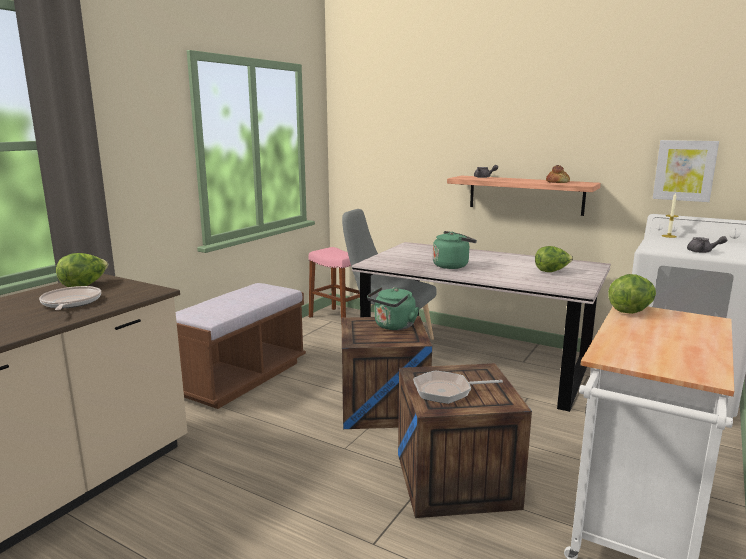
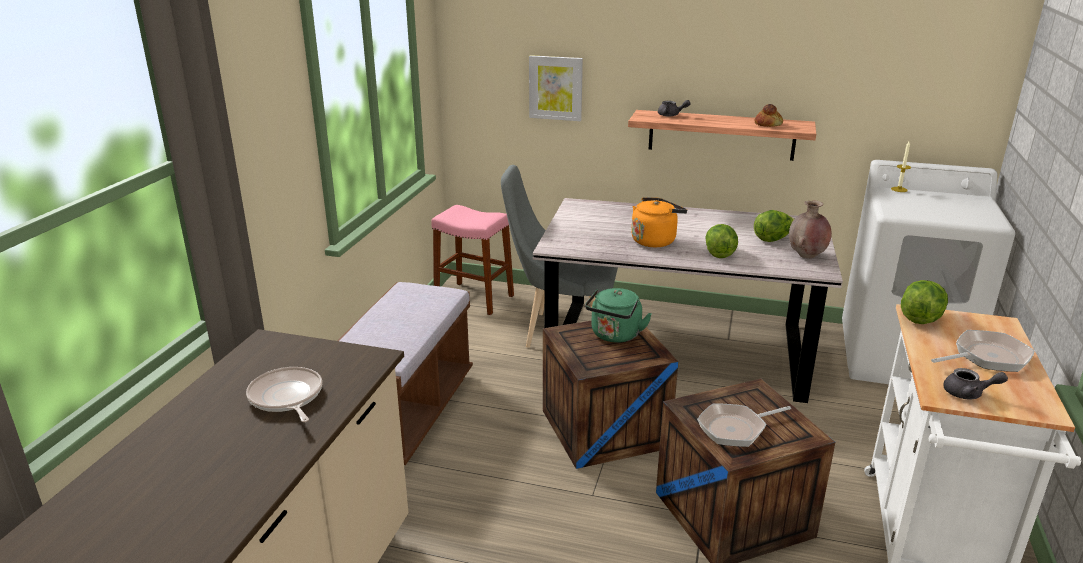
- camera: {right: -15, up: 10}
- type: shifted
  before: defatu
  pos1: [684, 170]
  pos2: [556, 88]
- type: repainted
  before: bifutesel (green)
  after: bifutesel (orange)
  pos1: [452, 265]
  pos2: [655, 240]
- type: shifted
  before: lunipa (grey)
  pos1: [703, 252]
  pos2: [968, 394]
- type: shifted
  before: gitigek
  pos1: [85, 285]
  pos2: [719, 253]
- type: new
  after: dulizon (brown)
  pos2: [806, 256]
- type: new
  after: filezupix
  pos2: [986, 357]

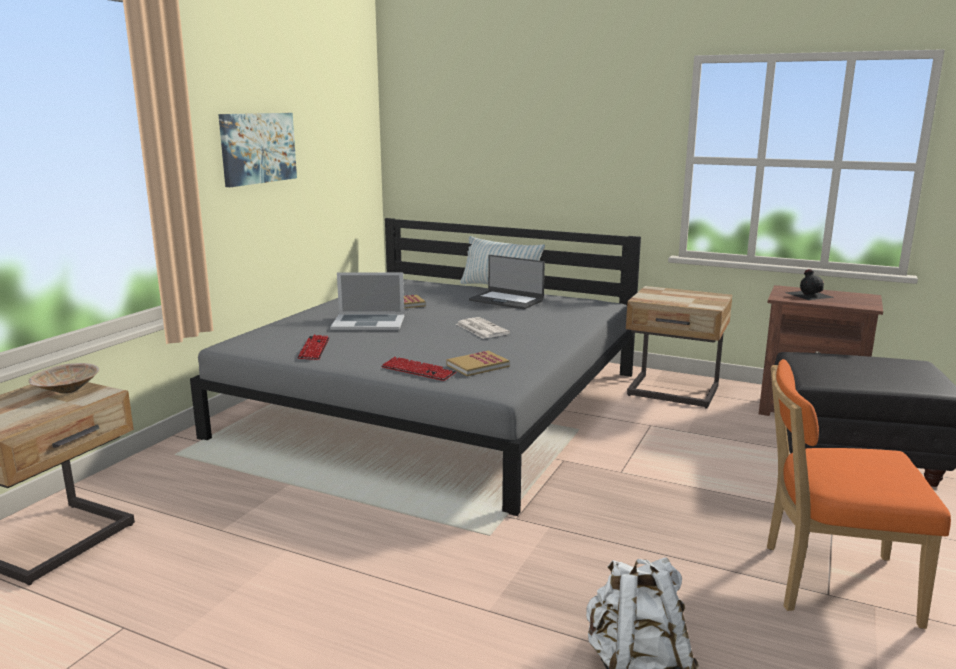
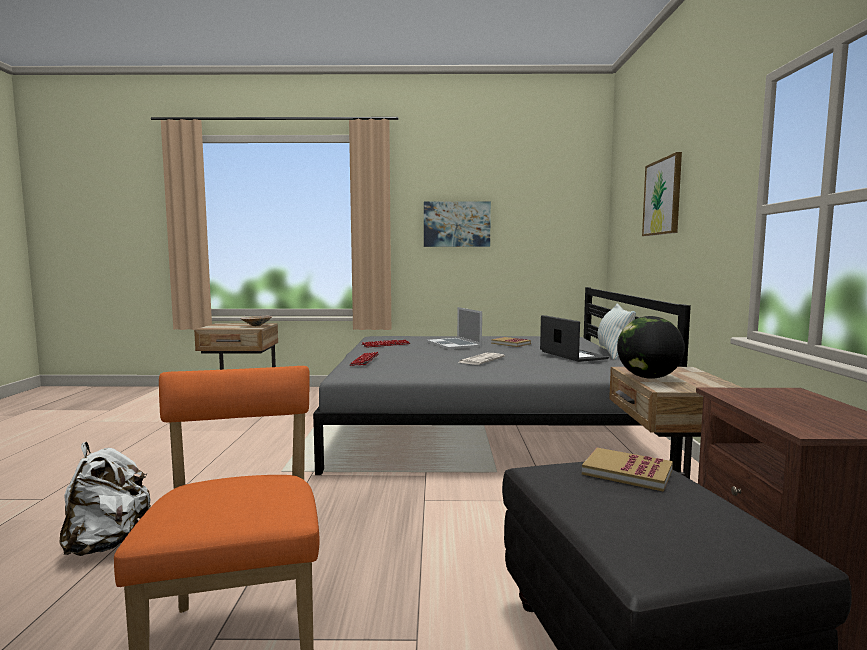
- camera: {right: 65, up: -10}
- type: rotated
  before: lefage
  pos1: [506, 300]
  pos2: [572, 355]
  turn: 150
- type: gone
  before: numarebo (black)
  pos1: [809, 294]
- type: shifted
  before: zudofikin
  pos1: [477, 366]
  pos2: [627, 472]
- type: new
  after: defatu
  pos2: [662, 197]
- type: new
  after: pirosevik
  pos2: [648, 377]

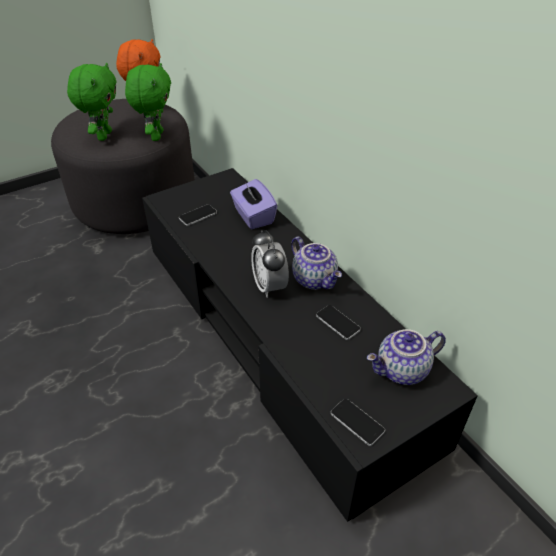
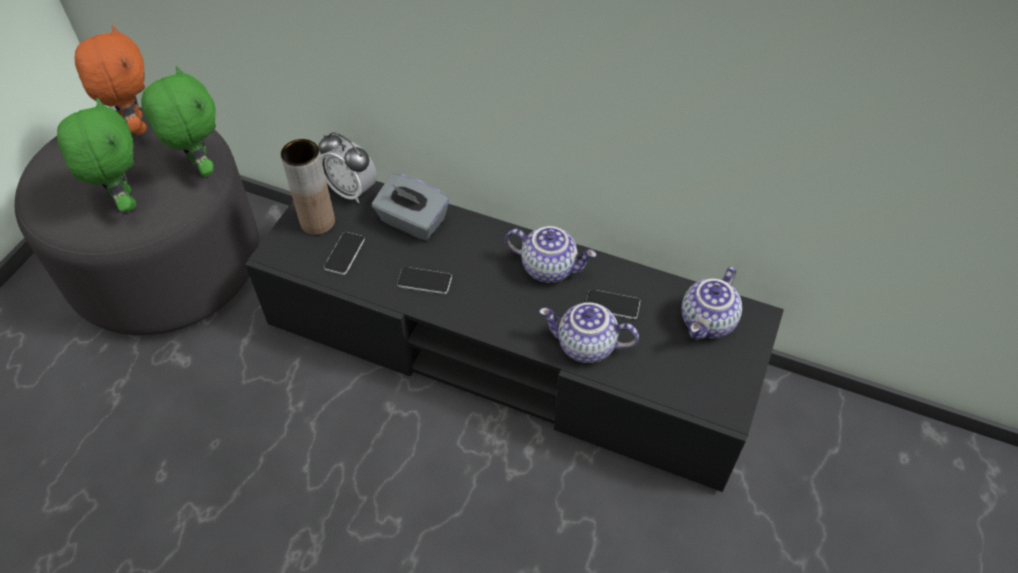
- camera: {right: -35, up: 10}
- type: repainted
  before: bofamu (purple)
  after: bofamu (grey)
  pos1: [253, 216]
  pos2: [412, 222]
- type: shifted
  before: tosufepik
  pos1: [269, 286]
  pos2: [352, 191]
- type: shifted
  before: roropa
  pos1: [357, 422]
  pos2: [424, 281]
- type: new
  after: dulizon (brown)
  pos2: [317, 222]
- type: new
  after: lunipa
  pos2: [585, 346]

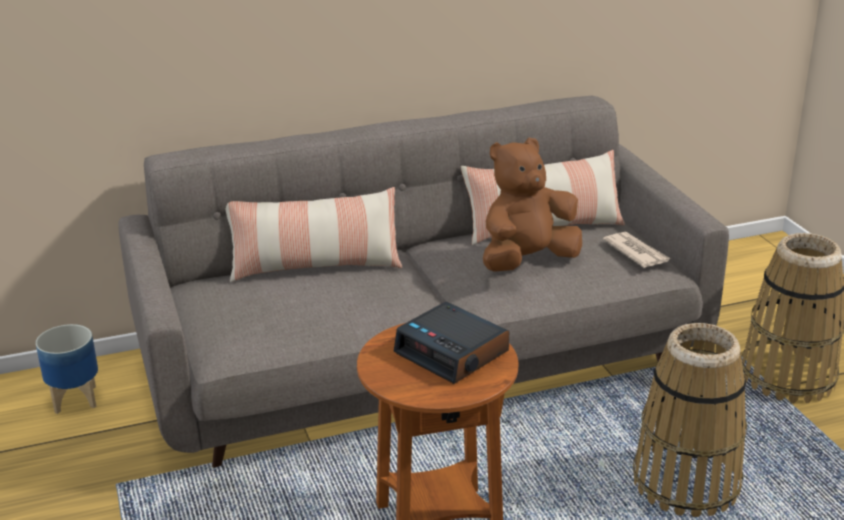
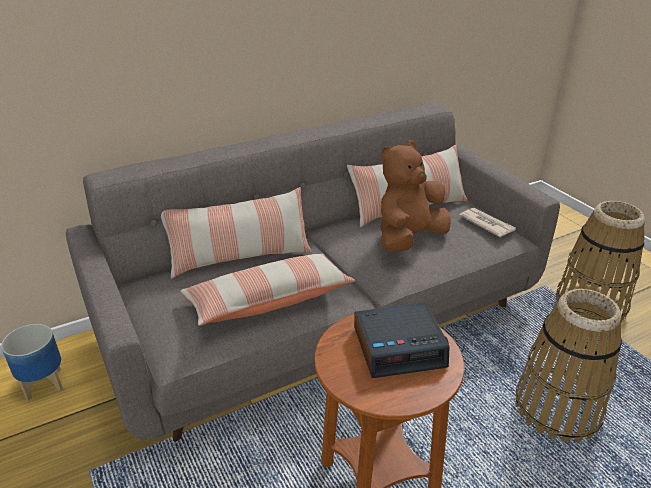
- camera: {right: -10, up: 5}
- type: rotated
  before: tosufepik
  pos1: [453, 353]
  pos2: [399, 346]
  turn: -45
- type: new
  after: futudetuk
  pos2: [268, 301]

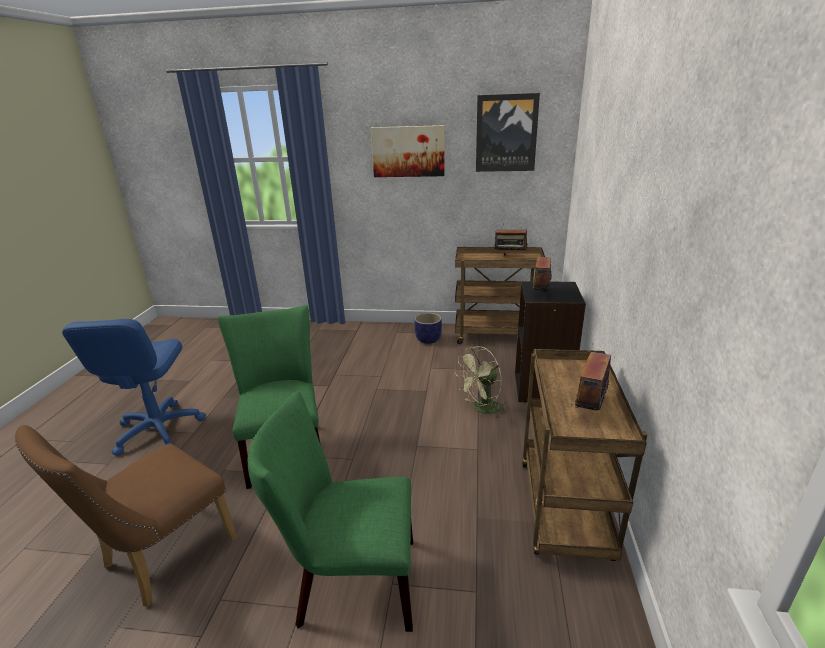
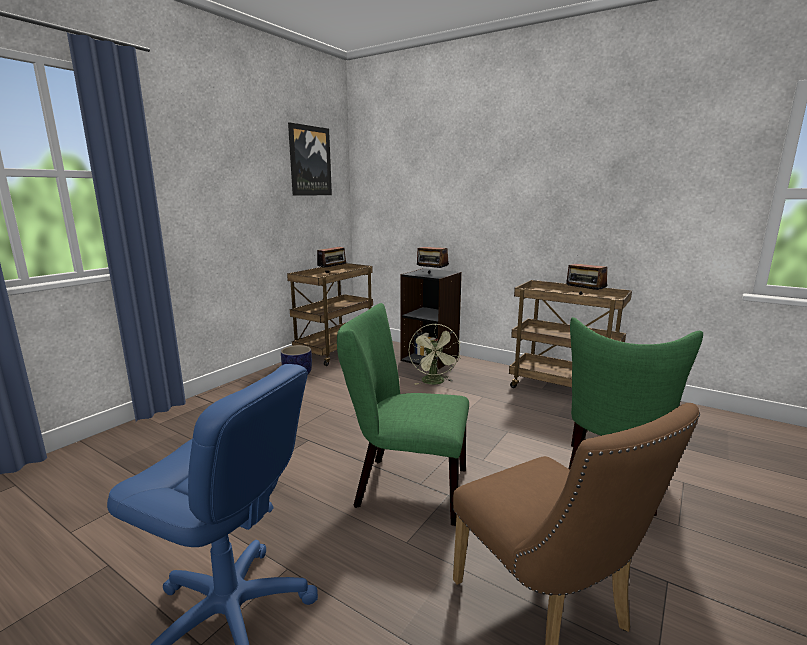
- camera: {right: -65, up: -10}
- type: gone
  before: defatu
  pos1: [408, 151]

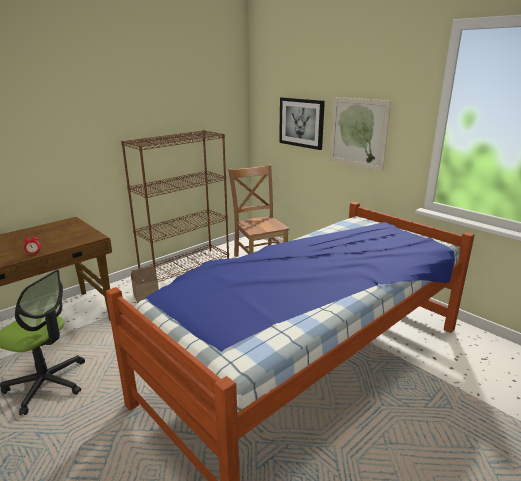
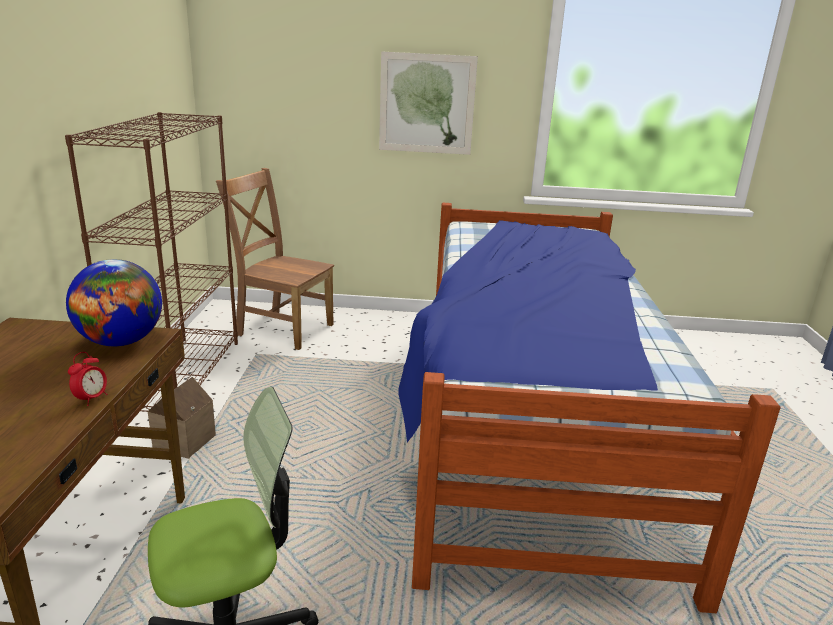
- camera: {right: -45, up: 0}
- type: gone
  before: defatu
  pos1: [301, 122]
- type: new
  after: pirosevik
  pos2: [121, 342]

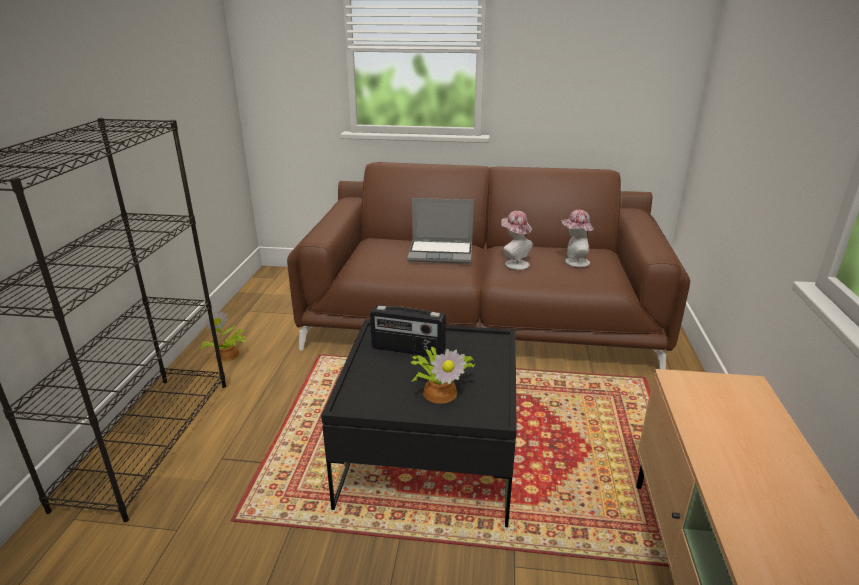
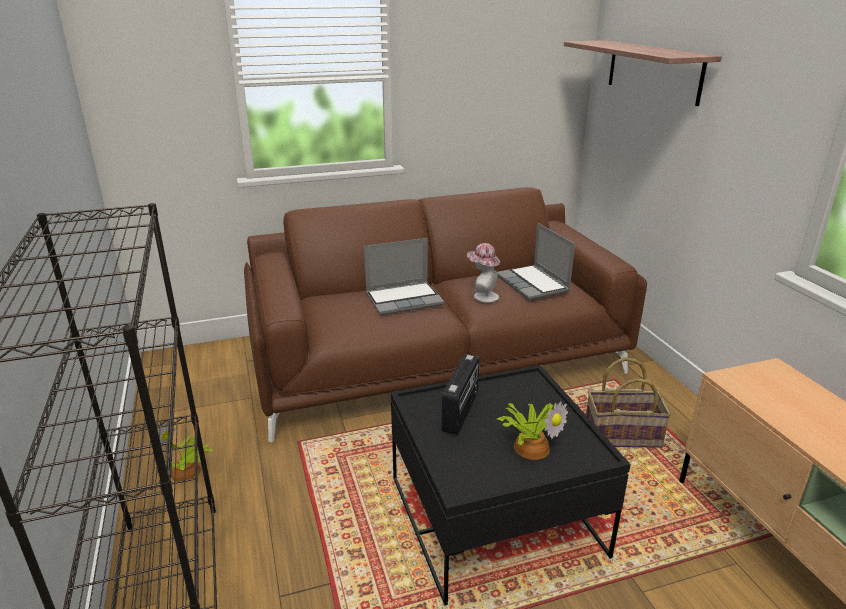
- camera: {right: -25, up: 0}
- type: swapped
  before: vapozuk
  after: lefage
  pos1: [573, 262]
  pos2: [533, 284]
- type: rotated
  before: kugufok
  pos1: [408, 350]
  pos2: [461, 412]
  turn: -60
- type: new
  after: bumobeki
  pos2: [653, 71]
- type: new
  after: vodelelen
  pos2: [622, 435]

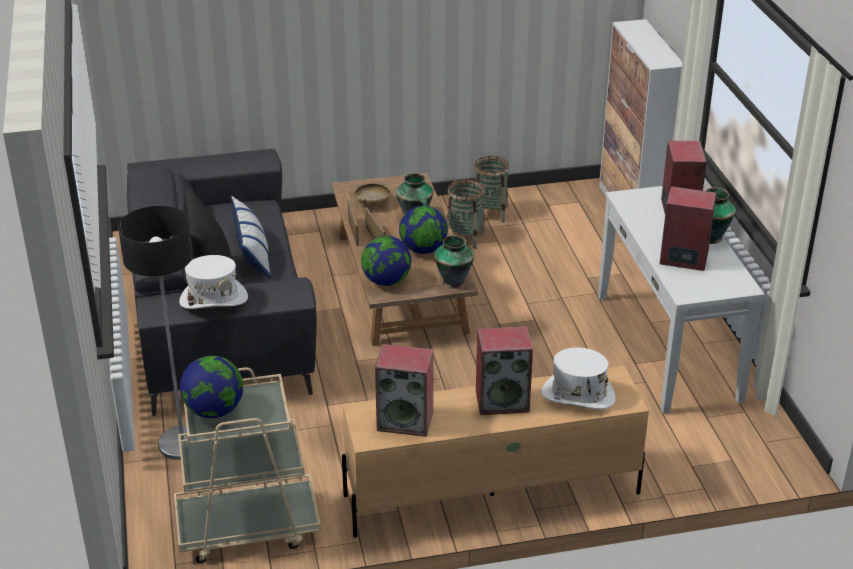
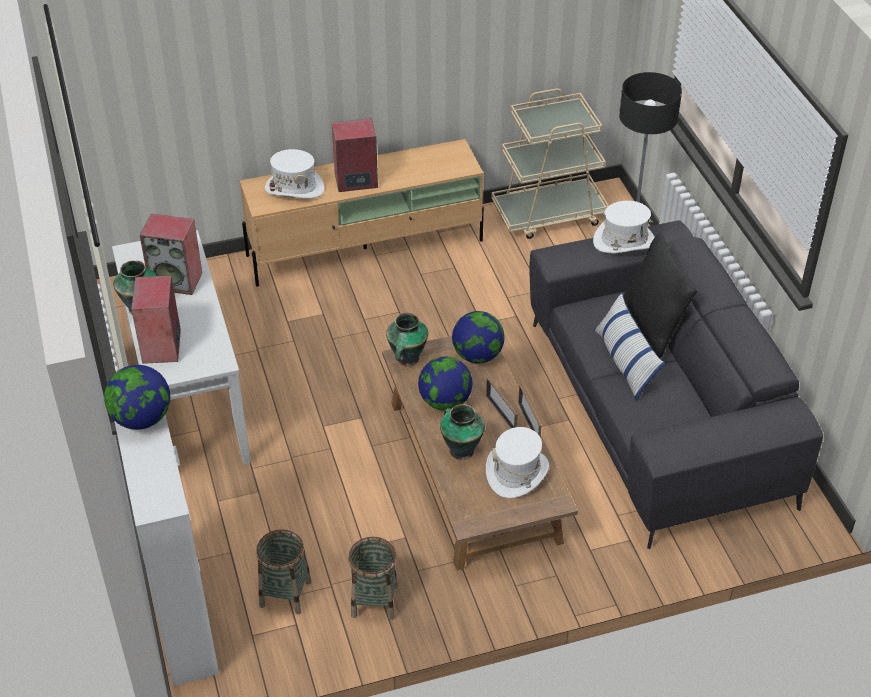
- camera: {right: 175, up: 10}
- type: shifted
  before: vodelelen
  pos1: [465, 238]
  pos2: [285, 594]
- type: swapped
  before: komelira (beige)
  after: vapozuk (white)
  pos1: [372, 204]
  pos2: [517, 473]
- type: gone
  before: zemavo
  pos1: [406, 421]
- type: shifted
  before: pirosevik
  pos1: [214, 411]
  pos2: [141, 419]

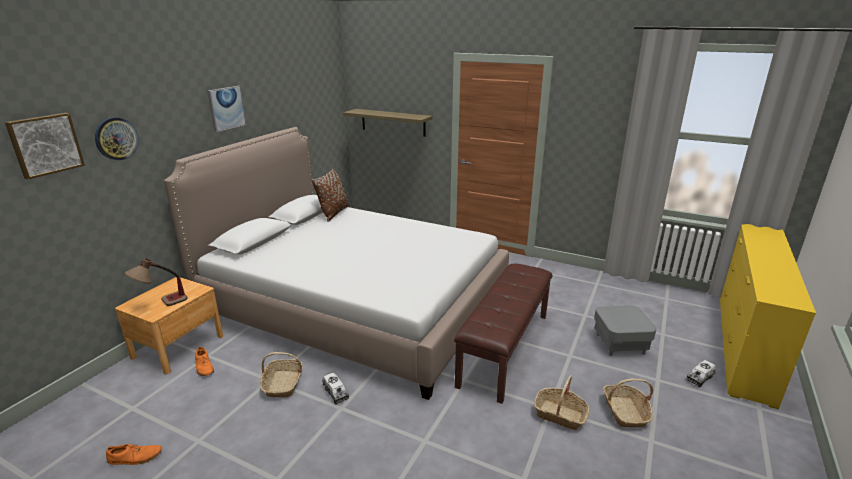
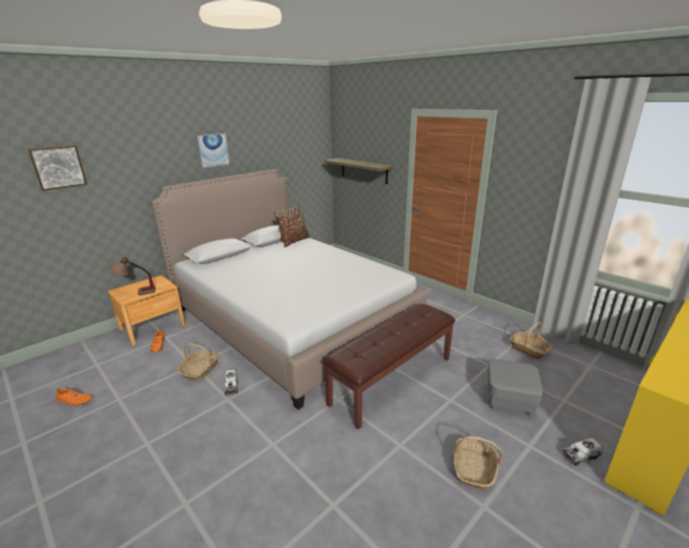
- camera: {right: 20, up: 0}
- type: gone
  before: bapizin
  pos1: [116, 138]
- type: shifted
  before: vodelelen
  pos1: [560, 414]
  pos2: [528, 350]

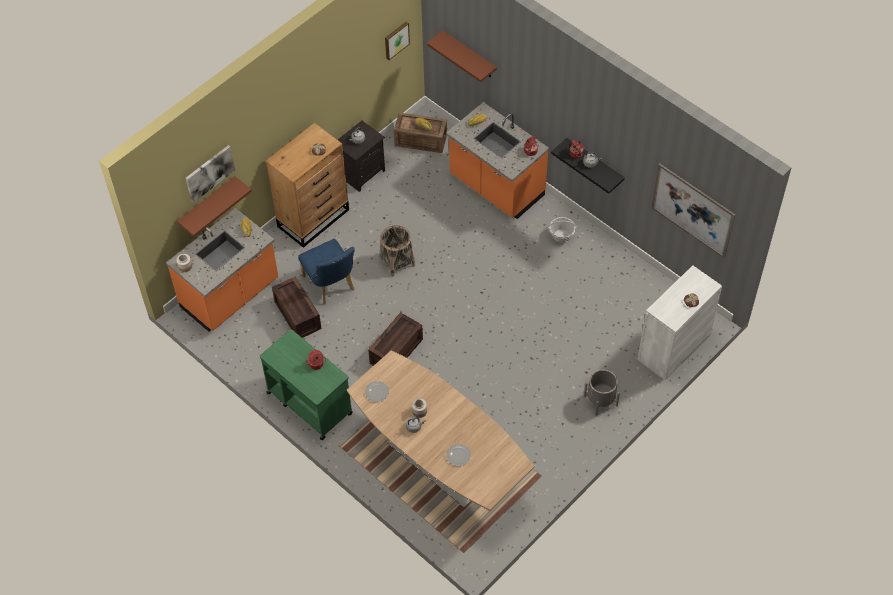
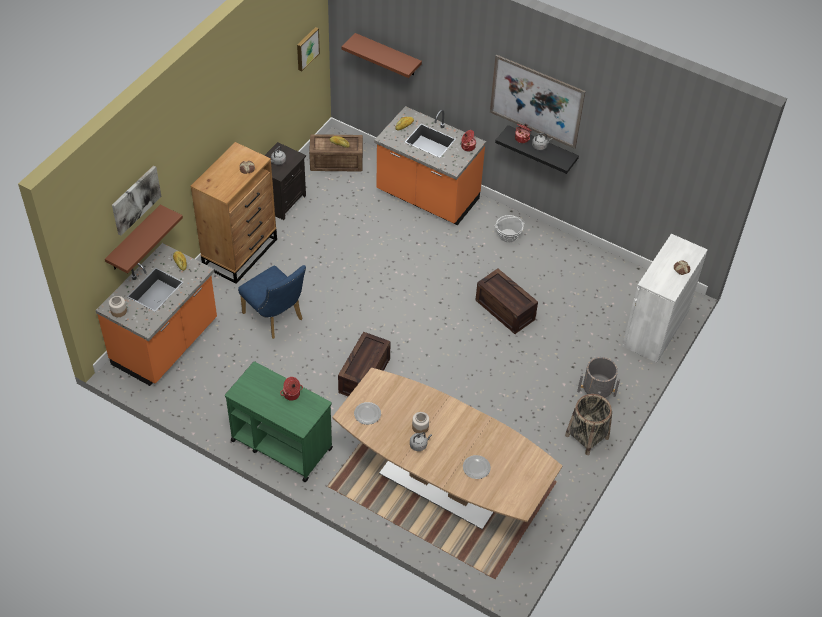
- camera: {right: -15, up: -5}
- type: shifted
  before: defatu
  pos1: [692, 210]
  pos2: [536, 101]
- type: shifted
  before: vodelelen
  pos1: [397, 262]
  pos2: [586, 437]
- type: shifted
  before: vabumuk
  pos1: [299, 315]
  pos2: [506, 310]

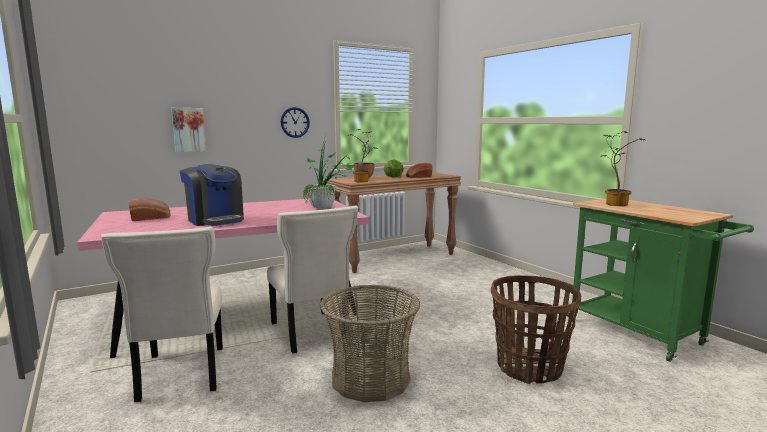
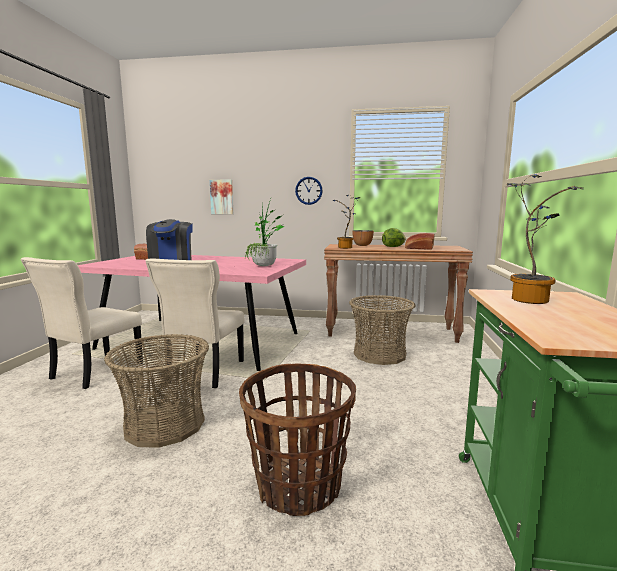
- camera: {right: 40, up: 0}
- type: new
  after: vodelelen
  pos2: [379, 354]

